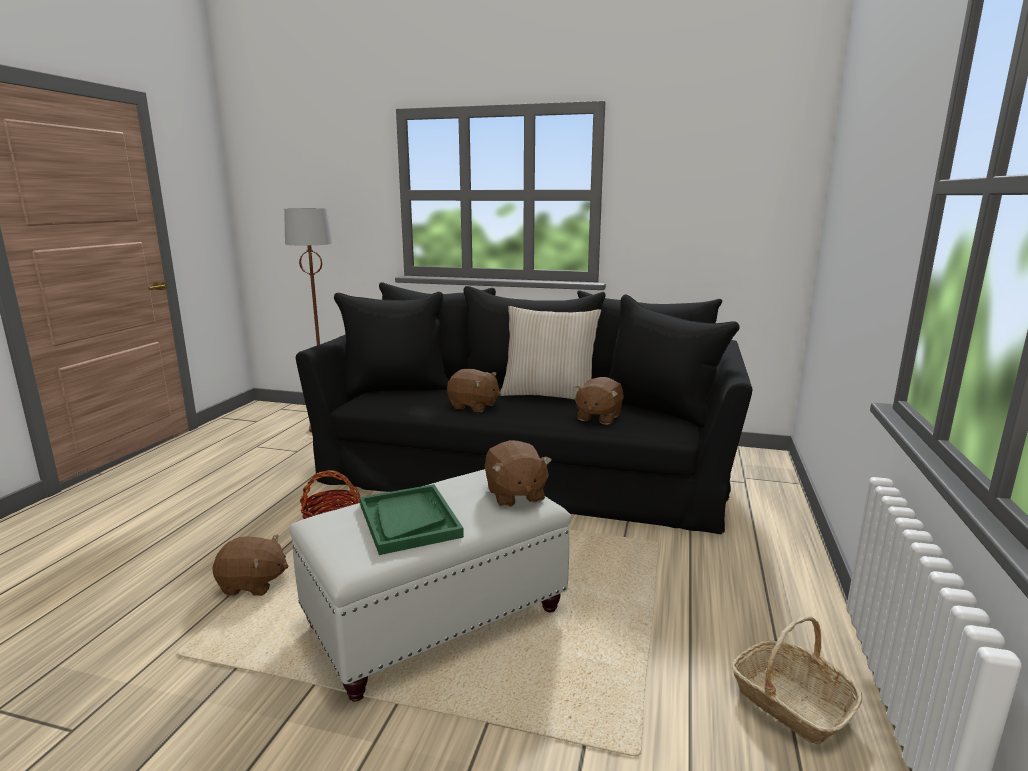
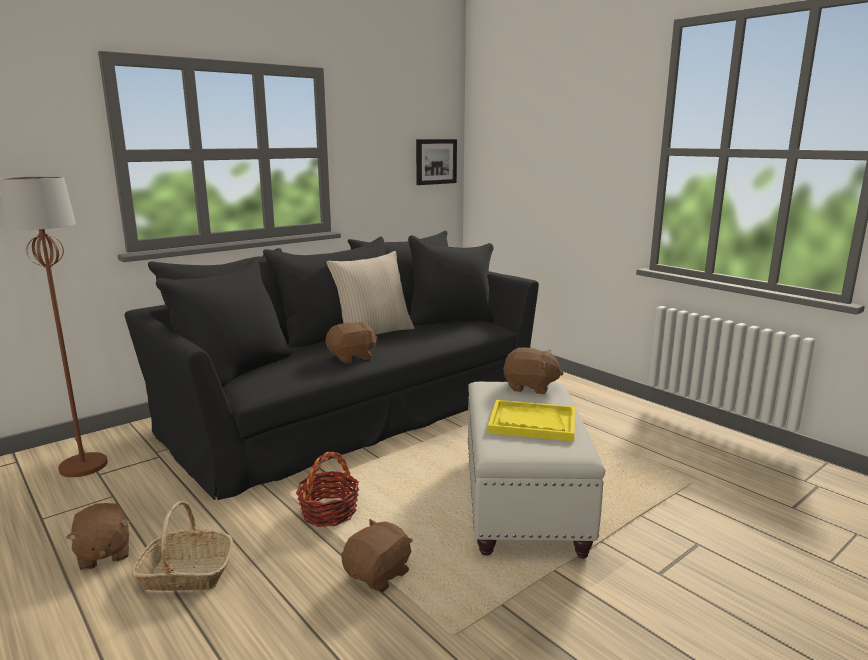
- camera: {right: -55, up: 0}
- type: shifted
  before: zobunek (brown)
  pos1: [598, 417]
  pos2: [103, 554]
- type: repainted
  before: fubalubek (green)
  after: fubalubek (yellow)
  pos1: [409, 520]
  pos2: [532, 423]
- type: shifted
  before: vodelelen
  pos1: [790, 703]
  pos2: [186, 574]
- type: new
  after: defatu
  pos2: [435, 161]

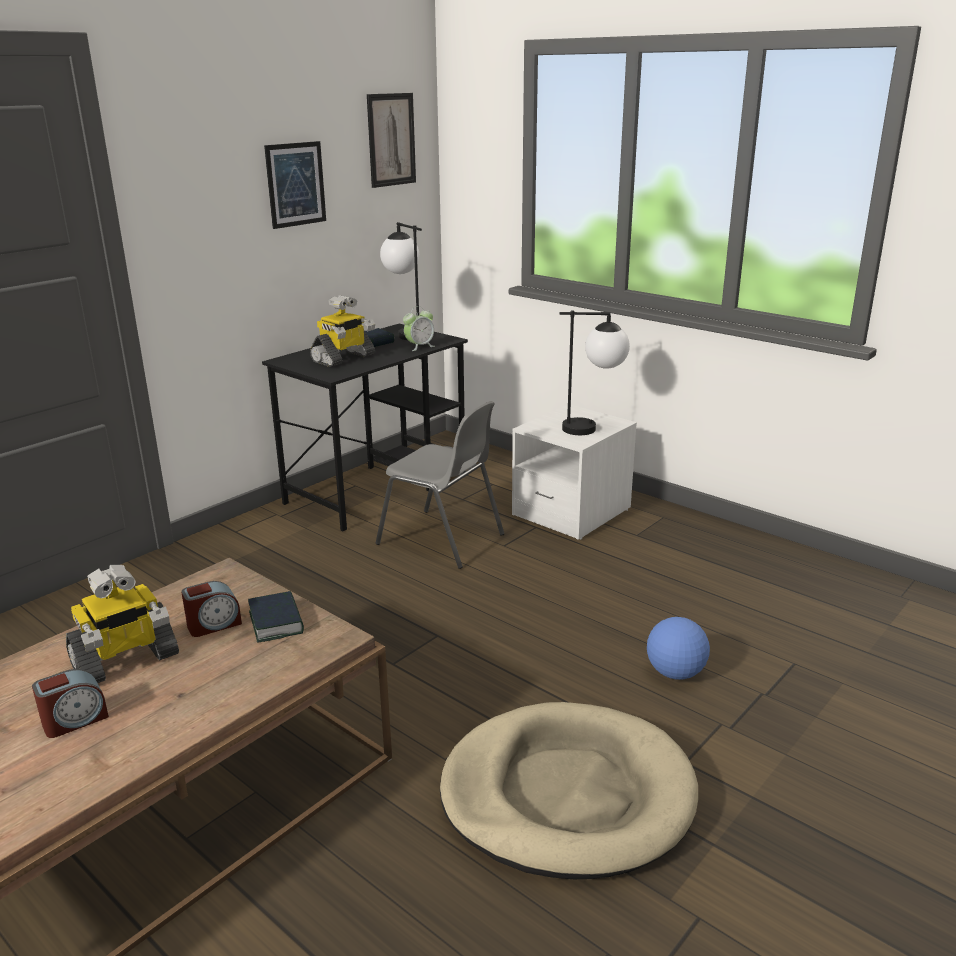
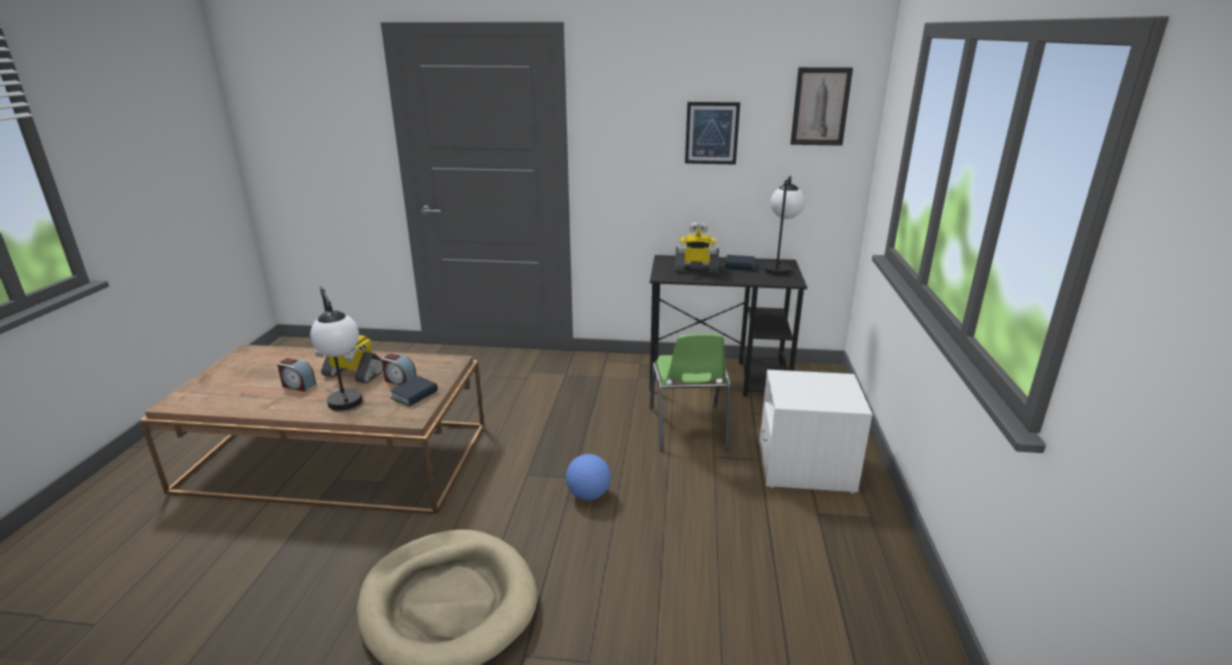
- camera: {right: 55, up: 0}
- type: gone
  before: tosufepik
  pos1: [419, 347]
- type: shifted
  before: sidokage
  pos1: [593, 429]
  pos2: [348, 408]
- type: repainted
  before: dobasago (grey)
  after: dobasago (green)
  pos1: [442, 540]
  pos2: [688, 429]
- type: shifted
  before: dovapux
  pos1: [675, 673]
  pos2: [588, 495]

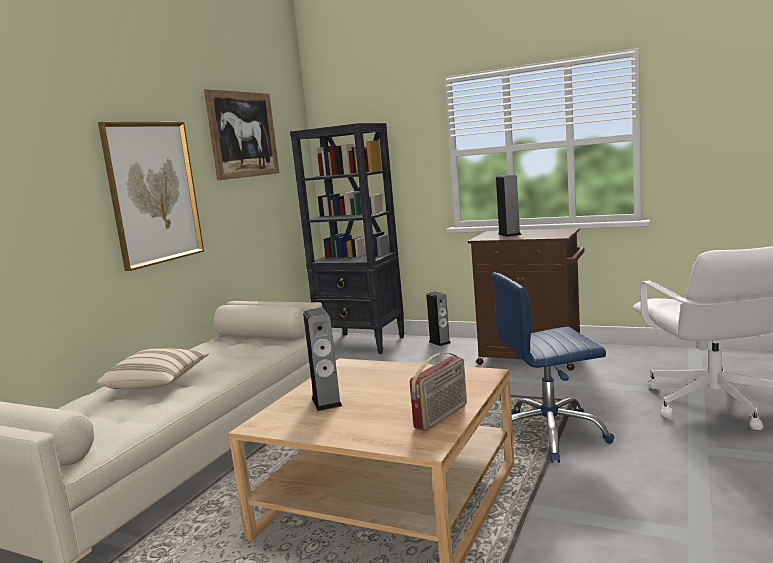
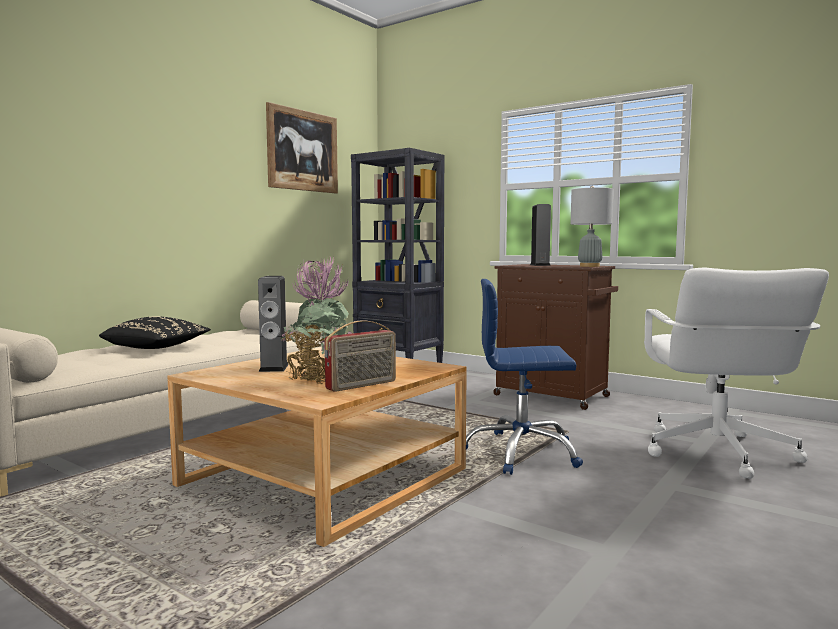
- camera: {right: 10, up: -5}
- type: gone
  before: defatu
  pos1: [153, 193]
- type: gone
  before: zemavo
  pos1: [439, 342]
- type: repainted
  before: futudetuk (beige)
  after: futudetuk (black)
  pos1: [157, 383]
  pos2: [157, 348]
- type: new
  after: sidokage (grey)
  pos2: [589, 266]
- type: new
  after: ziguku
  pos2: [316, 379]

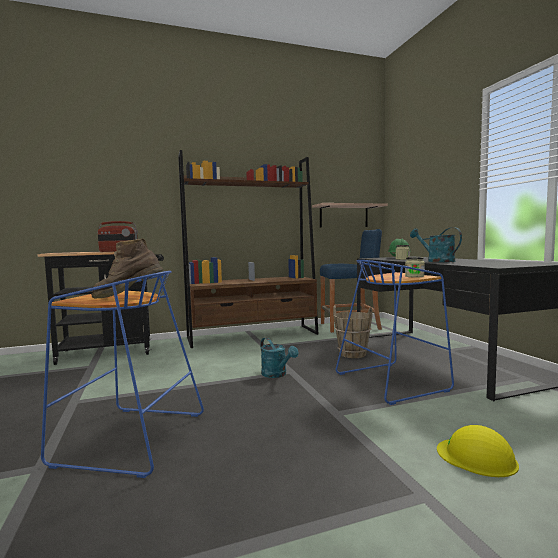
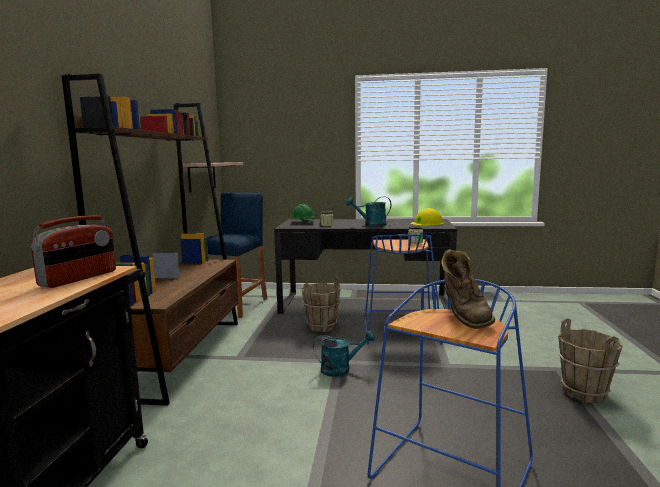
- camera: {right: -65, up: 5}
- type: shifted
  before: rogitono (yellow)
  pos1: [476, 457]
  pos2: [427, 223]
- type: new
  after: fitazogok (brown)
  pos2: [584, 393]

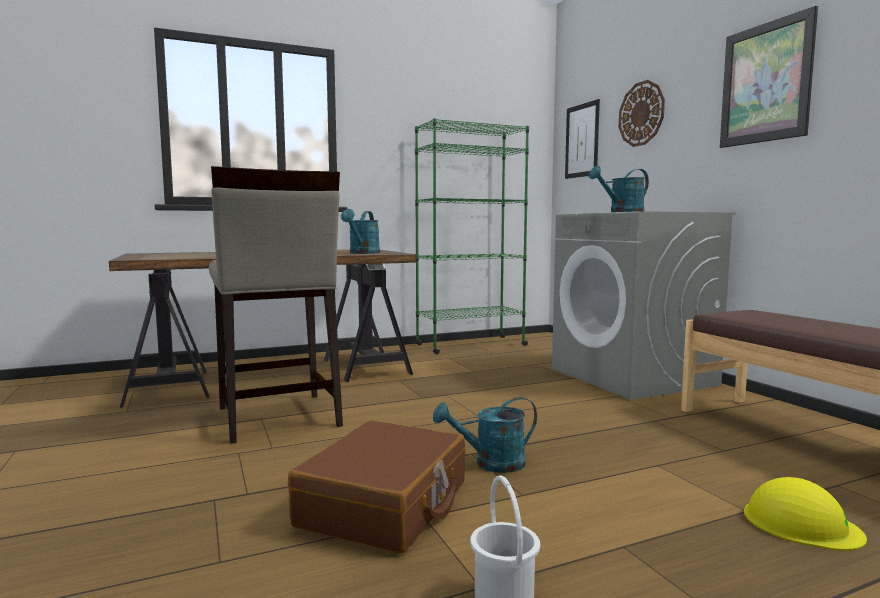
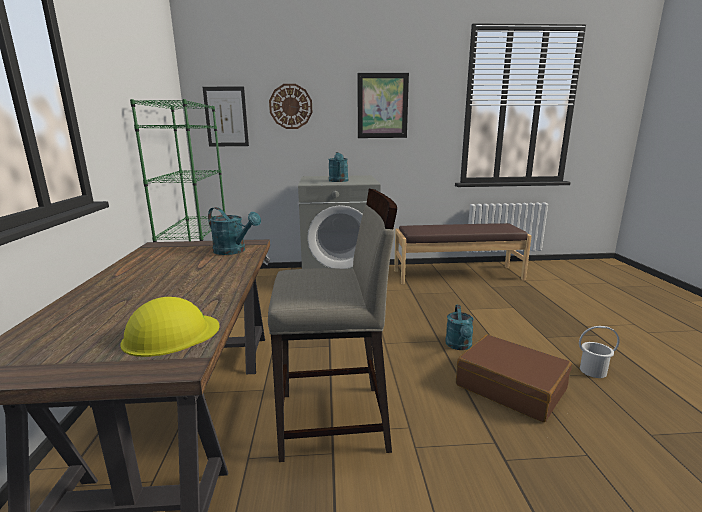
- camera: {right: -70, up: 10}
- type: shifted
  before: rogitono (yellow)
  pos1: [800, 523]
  pos2: [171, 334]

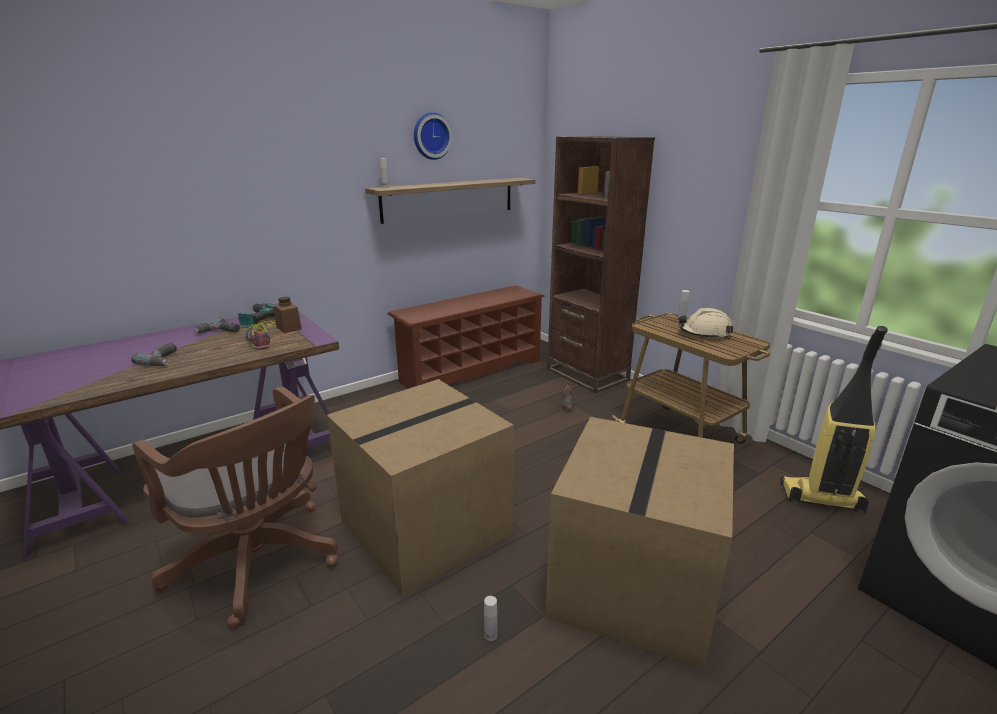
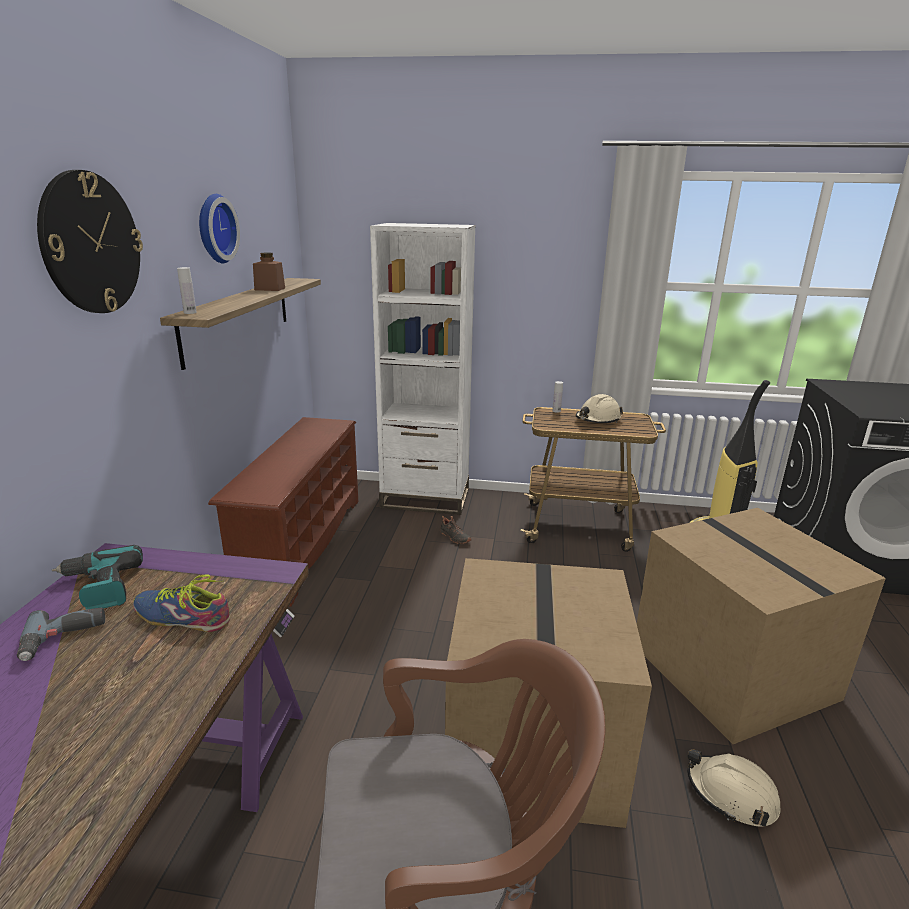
- camera: {right: -45, up: 0}
- type: repainted
  before: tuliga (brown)
  after: tuliga (white)
  pos1: [587, 374]
  pos2: [425, 498]
- type: shifted
  before: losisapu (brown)
  pos1: [289, 328]
  pos2: [270, 289]
- type: gone
  before: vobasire
  pos1: [164, 359]
- type: swapped
  before: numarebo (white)
  after: rogitono (beige)
  pos1: [490, 635]
  pos2: [731, 794]
- type: new
  after: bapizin
  pos2: [91, 243]

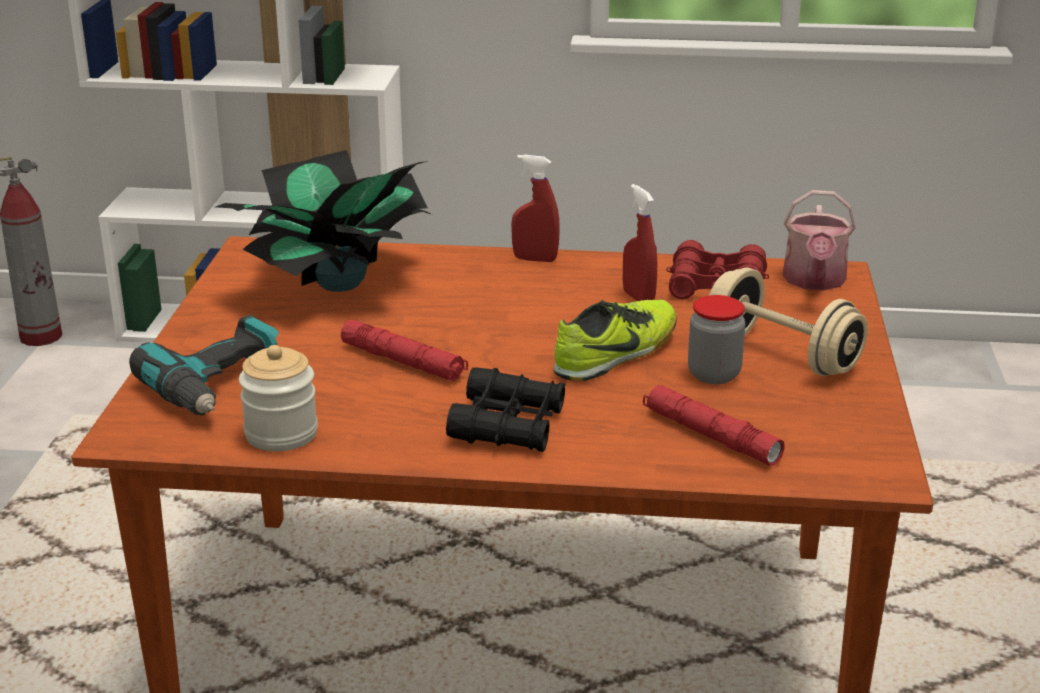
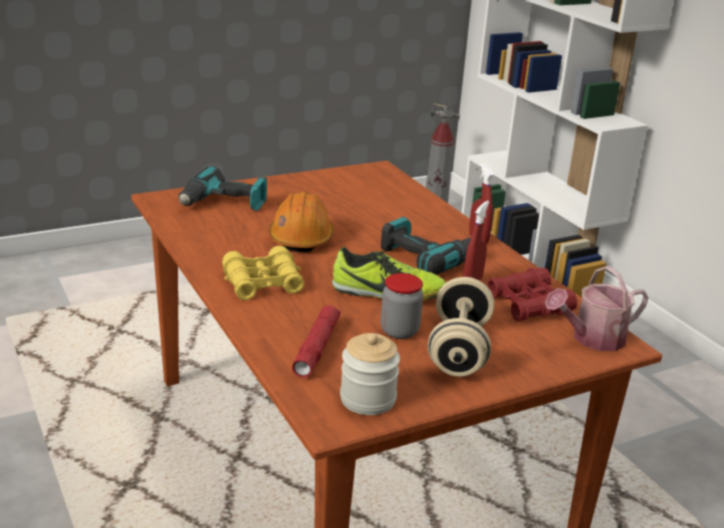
- camera: {right: 55, up: 0}
- type: gone
  before: ziguku
  pos1: [337, 284]
- type: swapped
  before: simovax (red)
  after: rogitono (orange)
  pos1: [403, 362]
  pos2: [301, 238]
- type: shifted
  before: losisapu
  pos1: [281, 434]
  pos2: [367, 399]
- type: repainted
  before: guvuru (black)
  after: guvuru (yellow)
  pos1: [508, 425]
  pos2: [263, 283]
- type: new
  after: vobasire
  pos2: [428, 257]

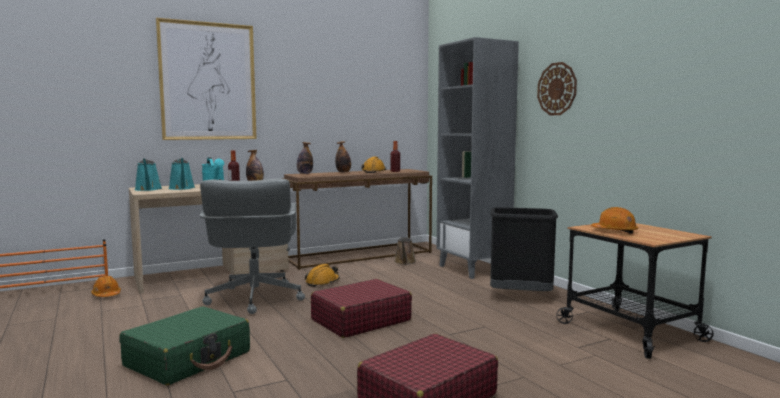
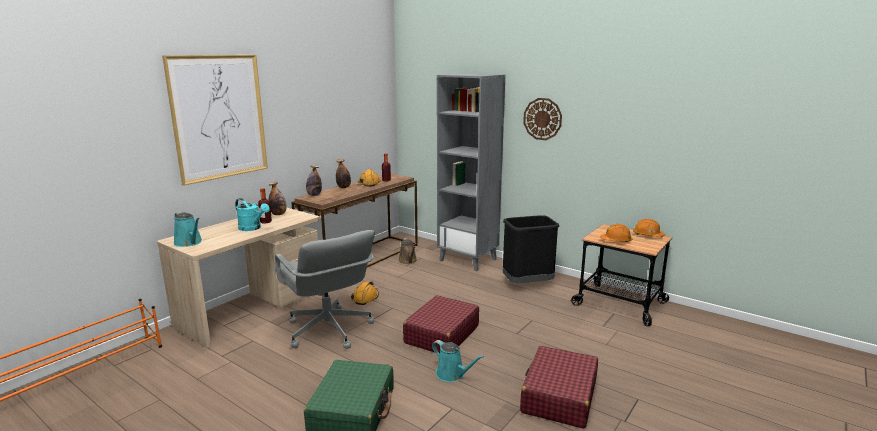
- camera: {right: -25, up: 10}
- type: shifted
  before: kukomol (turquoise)
  pos1: [182, 188]
  pos2: [452, 374]
- type: shifted
  before: rogitono (orange)
  pos1: [106, 295]
  pos2: [647, 235]

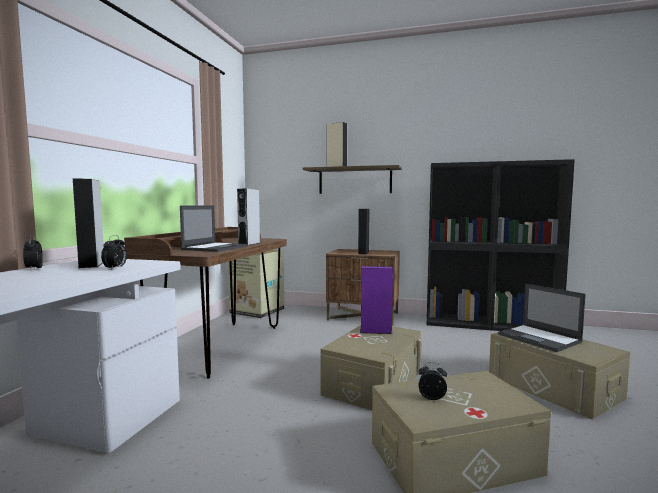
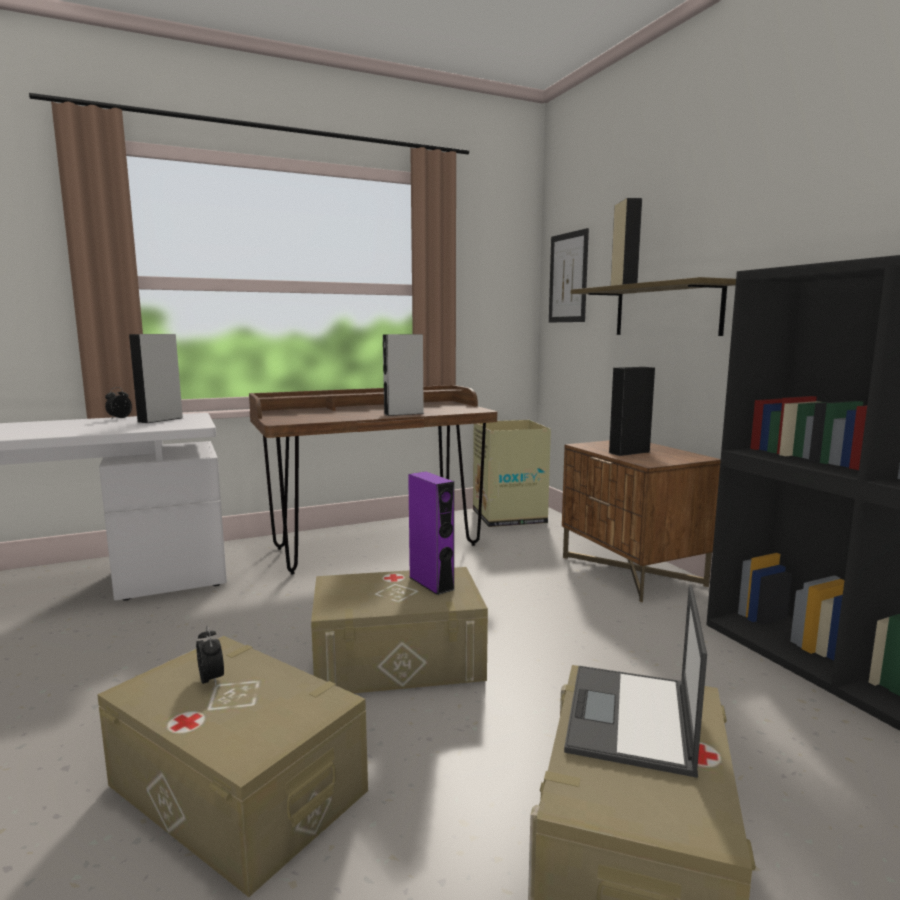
- camera: {right: 50, up: 5}
- type: gone
  before: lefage
  pos1: [215, 248]
- type: gone
  before: tosufepik
  pos1: [115, 268]
- type: new
  after: defatu
  pos2: [568, 278]

